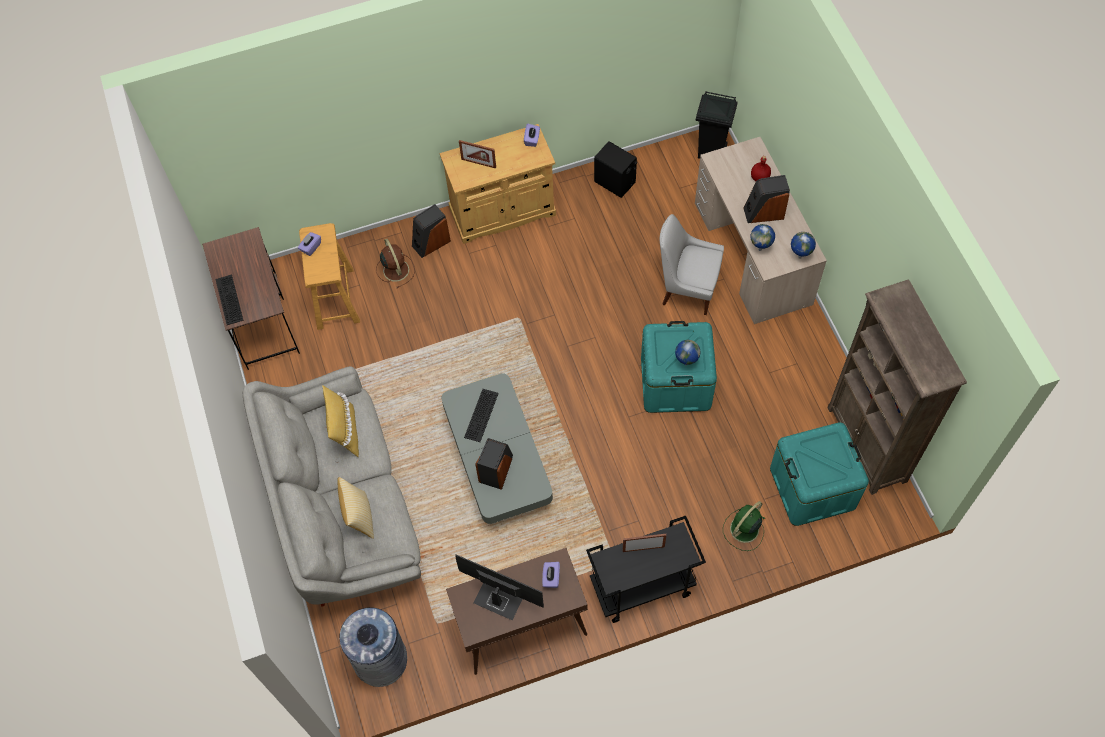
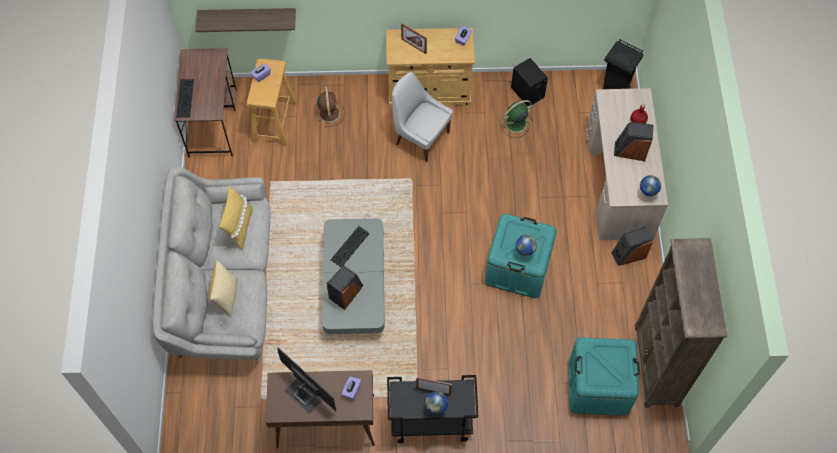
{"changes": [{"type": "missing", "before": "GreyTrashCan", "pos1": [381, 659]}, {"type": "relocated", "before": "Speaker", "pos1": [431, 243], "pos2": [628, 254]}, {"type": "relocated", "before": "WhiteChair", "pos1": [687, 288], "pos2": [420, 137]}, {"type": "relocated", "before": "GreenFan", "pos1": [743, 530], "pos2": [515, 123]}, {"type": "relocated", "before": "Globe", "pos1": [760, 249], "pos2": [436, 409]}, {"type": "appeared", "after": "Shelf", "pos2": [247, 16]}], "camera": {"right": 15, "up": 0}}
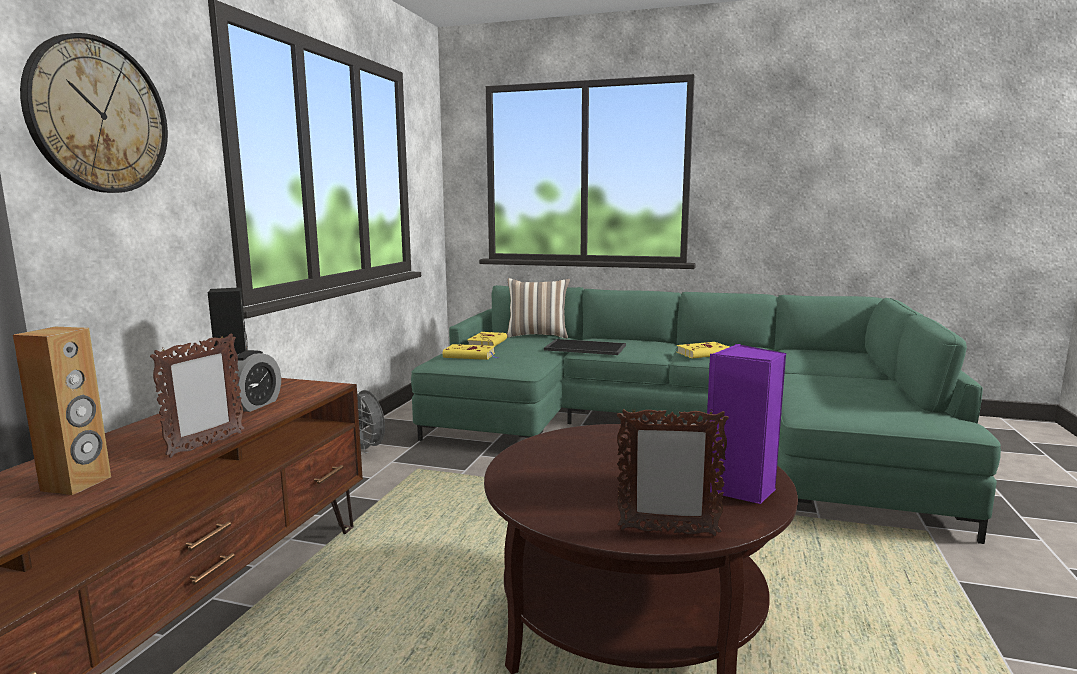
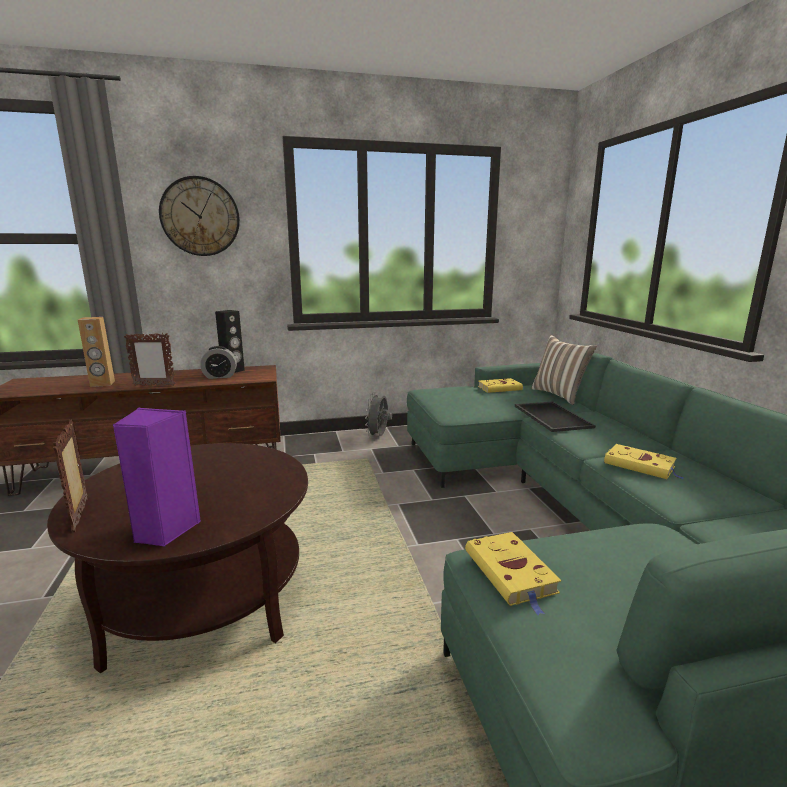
{"changes": [{"type": "relocated", "before": "YellowBook", "pos1": [471, 356], "pos2": [512, 574]}], "camera": {"right": 60, "up": 5}}
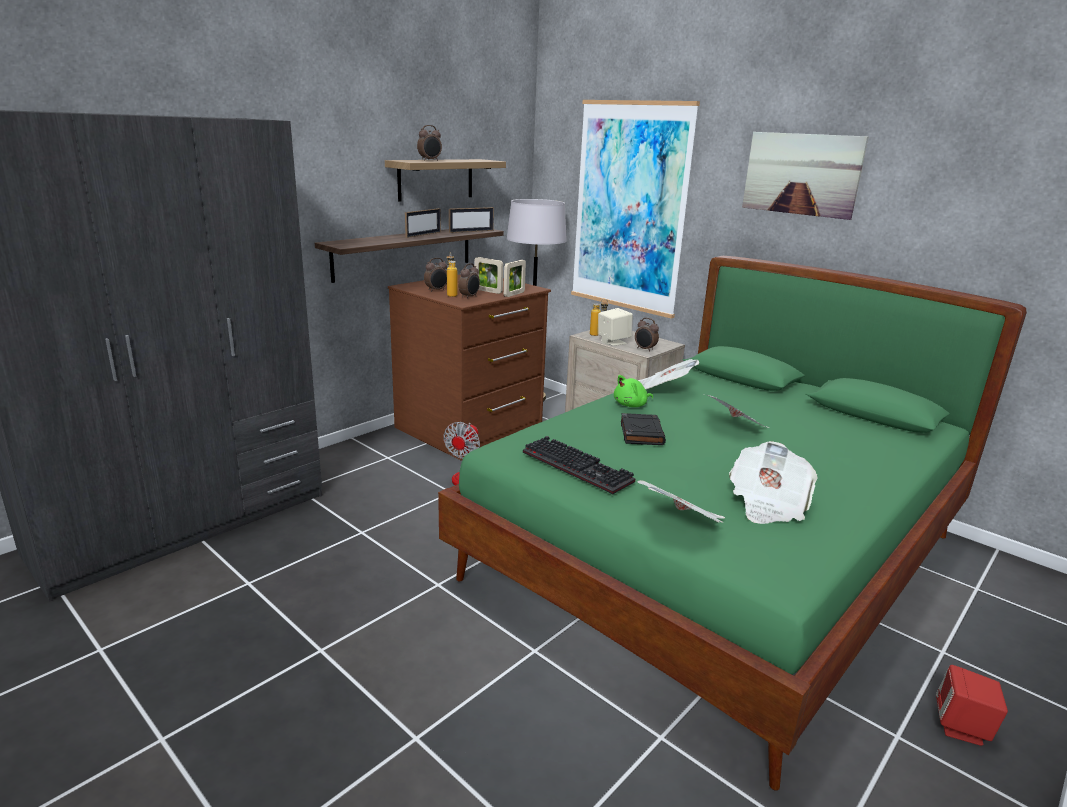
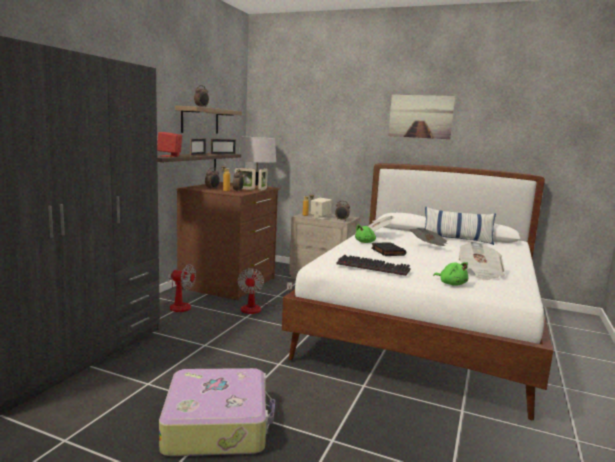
{"changes": [{"type": "colour", "before": "GreenBed", "after": "WhiteBed", "pos1": [719, 560], "pos2": [425, 328]}, {"type": "missing", "before": "Picture", "pos1": [629, 208]}, {"type": "exchanged", "before": "Newspaper", "after": "GreenPlushToy", "pos1": [682, 524], "pos2": [451, 284]}, {"type": "relocated", "before": "RedSpeaker", "pos1": [961, 727], "pos2": [170, 156]}, {"type": "appeared", "after": "Suitcase", "pos2": [218, 424]}, {"type": "appeared", "after": "Fan", "pos2": [178, 305]}, {"type": "appeared", "after": "Pillow", "pos2": [456, 239]}], "camera": {"right": -20, "up": -10}}
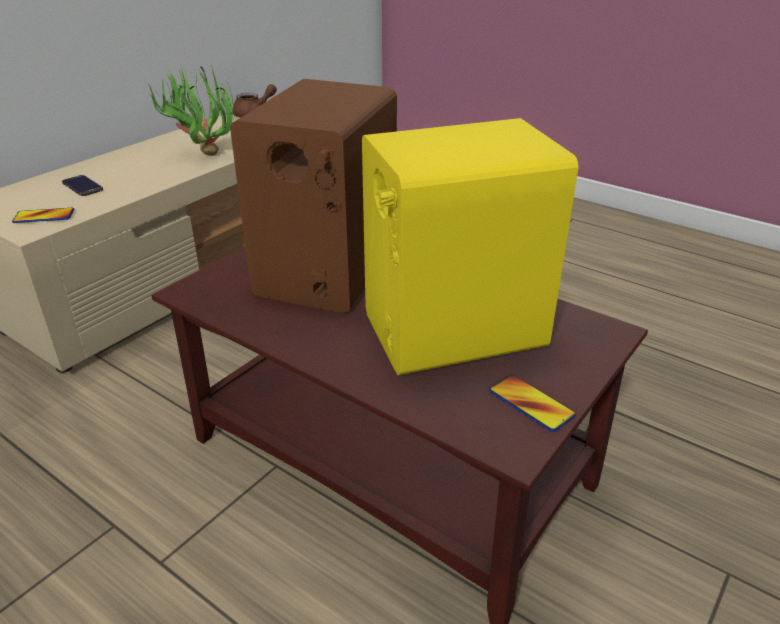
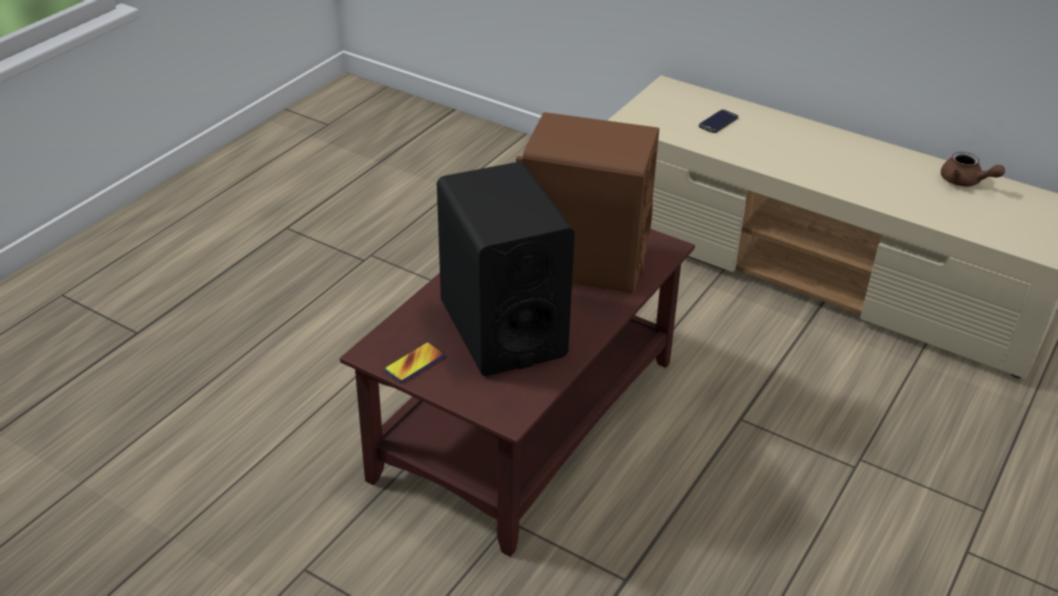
{"changes": [{"type": "missing", "before": "Phone", "pos1": [44, 216]}, {"type": "missing", "before": "PottedPlant", "pos1": [202, 153]}, {"type": "colour", "before": "YellowSpeaker", "after": "BlackSpeaker", "pos1": [452, 331], "pos2": [502, 328]}], "camera": {"right": 85, "up": 5}}
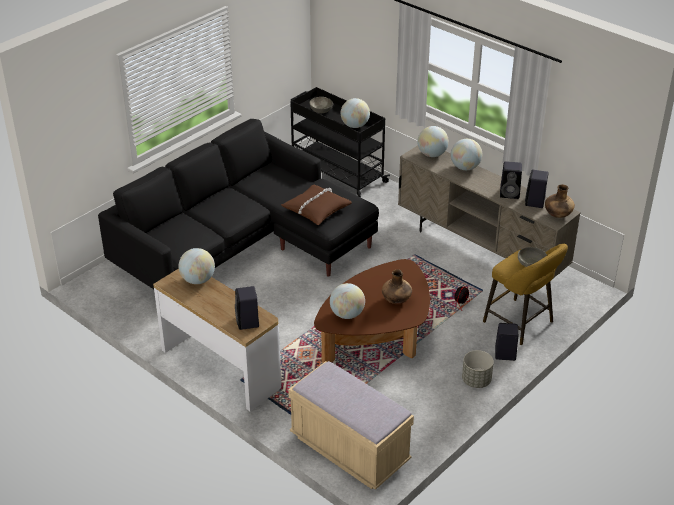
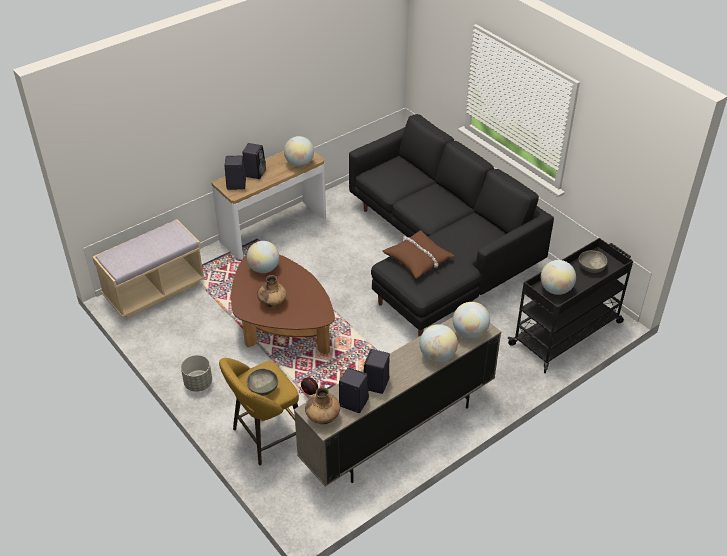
{"changes": [{"type": "relocated", "before": "BlackSpeaker", "pos1": [504, 354], "pos2": [255, 172]}], "camera": {"right": 100, "up": 5}}
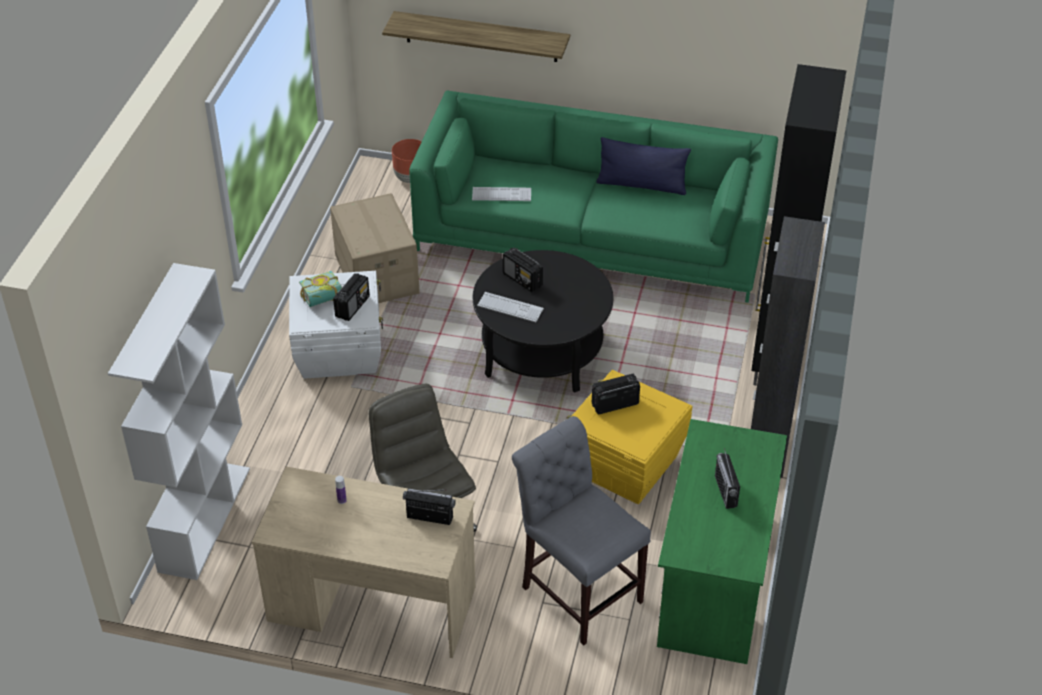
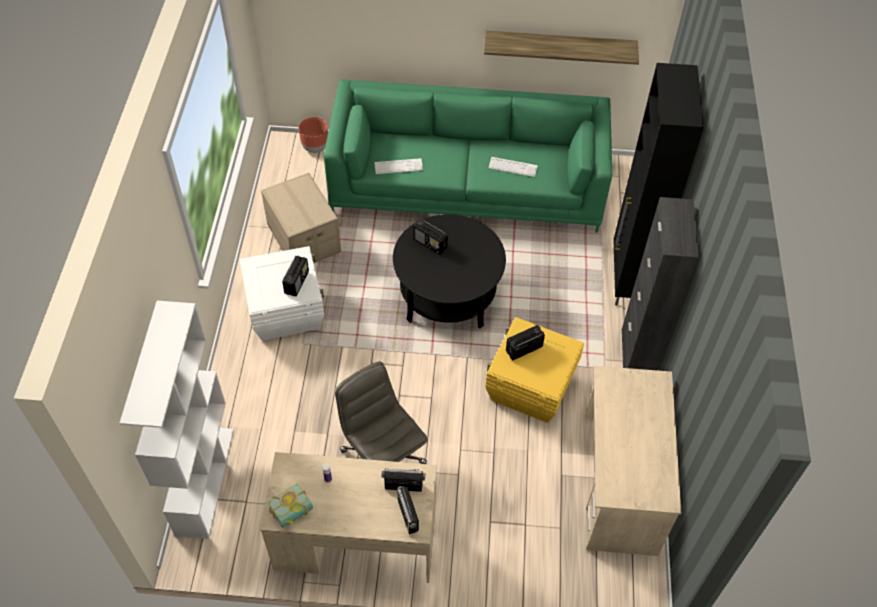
{"changes": [{"type": "relocated", "before": "Book", "pos1": [323, 299], "pos2": [293, 513]}, {"type": "relocated", "before": "Shelf", "pos1": [481, 36], "pos2": [560, 46]}, {"type": "relocated", "before": "Keyboard", "pos1": [510, 307], "pos2": [513, 167]}, {"type": "missing", "before": "GreyChair", "pos1": [578, 589]}, {"type": "missing", "before": "BluePillow", "pos1": [641, 185]}, {"type": "colour", "before": "GreenDesk", "after": "BeigeDesk", "pos1": [715, 580], "pos2": [619, 483]}, {"type": "relocated", "before": "Radio", "pos1": [725, 491], "pos2": [408, 516]}], "camera": {"right": -10, "up": 10}}
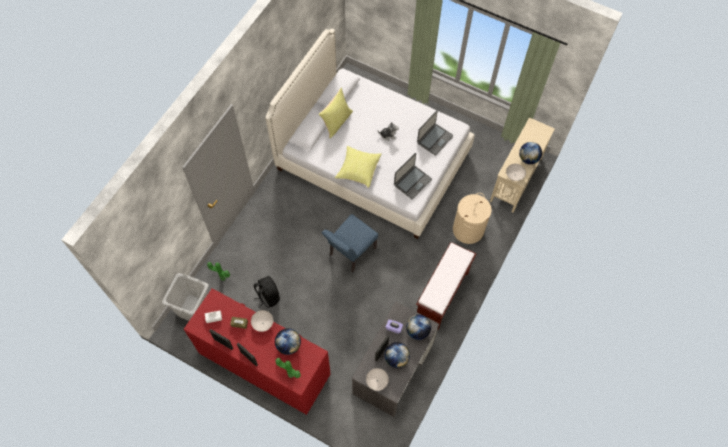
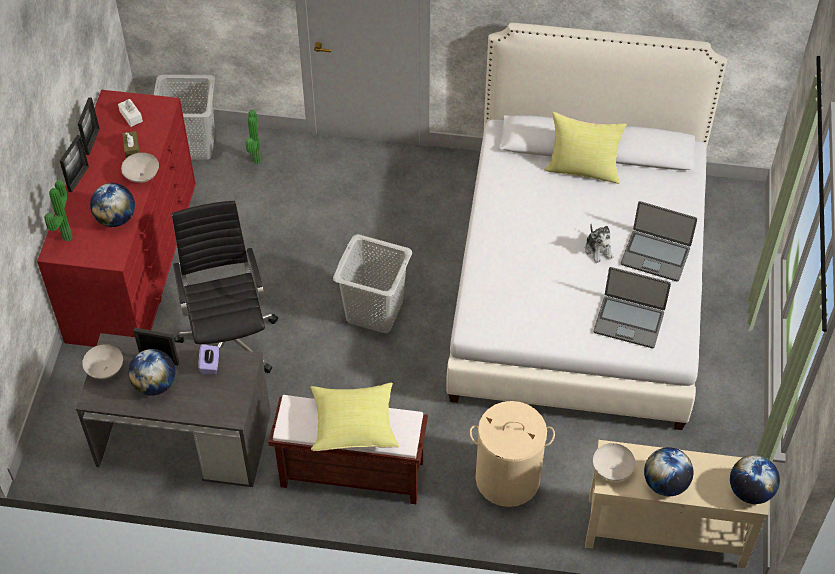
{"changes": [{"type": "missing", "before": "BlackBackpack", "pos1": [268, 297]}, {"type": "exchanged", "before": "BlueChair", "after": "GreyLaundryBasket", "pos1": [350, 253], "pos2": [374, 310]}, {"type": "relocated", "before": "YellowPillow", "pos1": [358, 170], "pos2": [354, 425]}, {"type": "relocated", "before": "Laptop", "pos1": [412, 182], "pos2": [655, 256]}, {"type": "relocated", "before": "Globe", "pos1": [417, 331], "pos2": [750, 491]}, {"type": "appeared", "after": "BlackOfficeChair", "pos2": [229, 340]}], "camera": {"right": 70, "up": -10}}
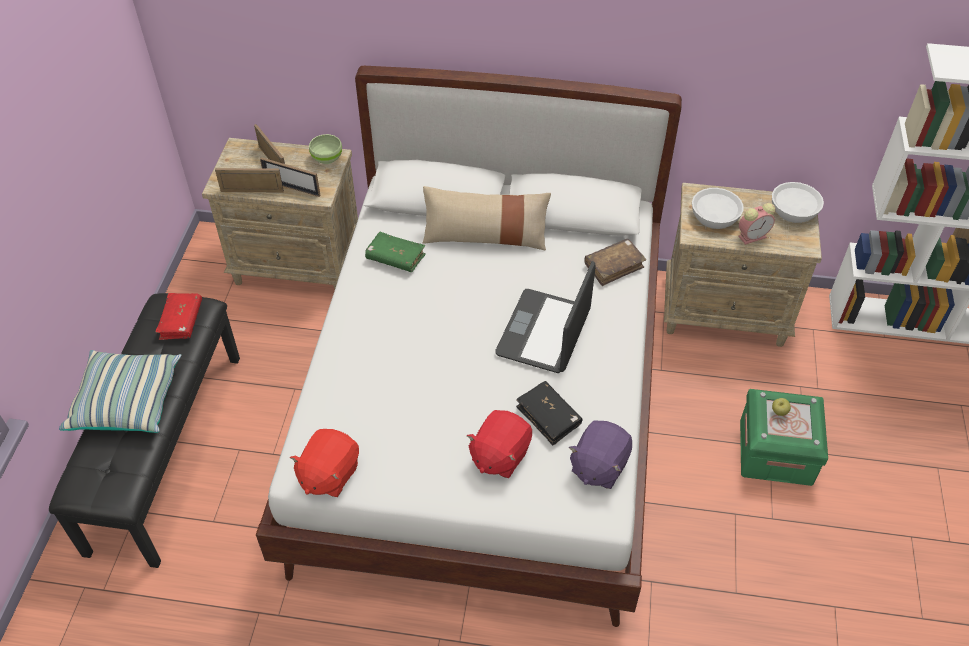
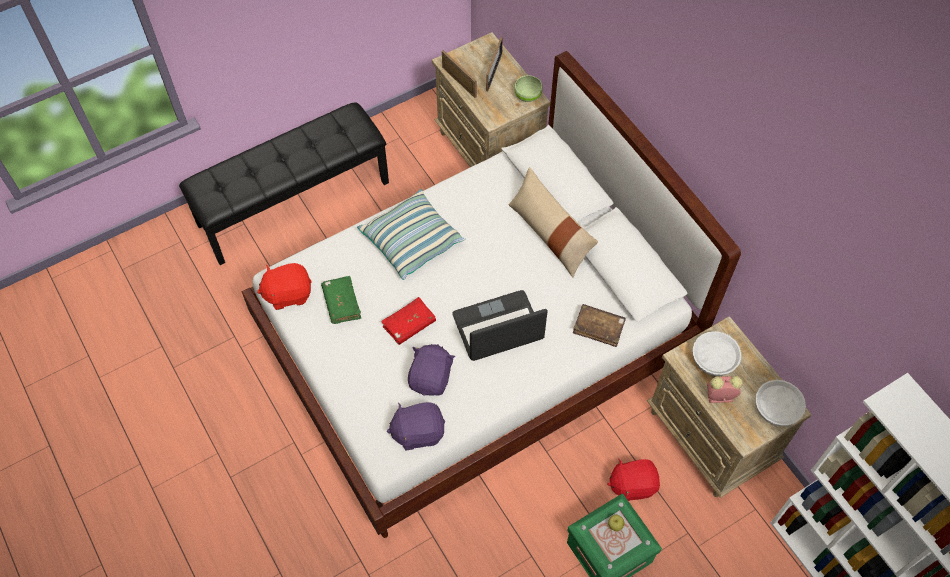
{"changes": [{"type": "relocated", "before": "Pillow", "pos1": [127, 401], "pos2": [412, 241]}, {"type": "relocated", "before": "RedBook", "pos1": [181, 321], "pos2": [409, 324]}, {"type": "missing", "before": "PictureFrame", "pos1": [292, 188]}, {"type": "relocated", "before": "GreenBook", "pos1": [395, 258], "pos2": [341, 303]}, {"type": "relocated", "before": "RedPlushToy", "pos1": [499, 455], "pos2": [632, 485]}, {"type": "exchanged", "before": "BlackBook", "after": "PurplePlushToy", "pos1": [548, 417], "pos2": [431, 378]}, {"type": "spun", "before": "AlarmClock", "pos1": [753, 236], "pos2": [719, 397], "turn": 150}], "camera": {"right": 50, "up": 10}}
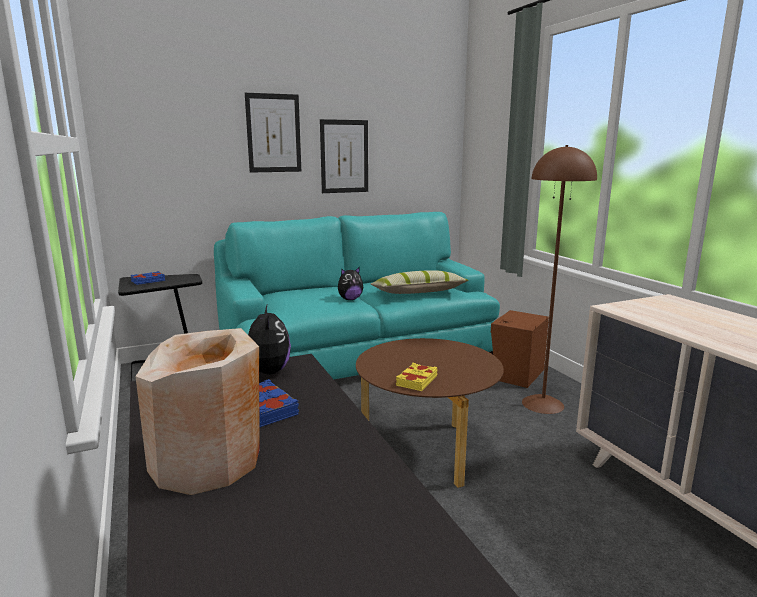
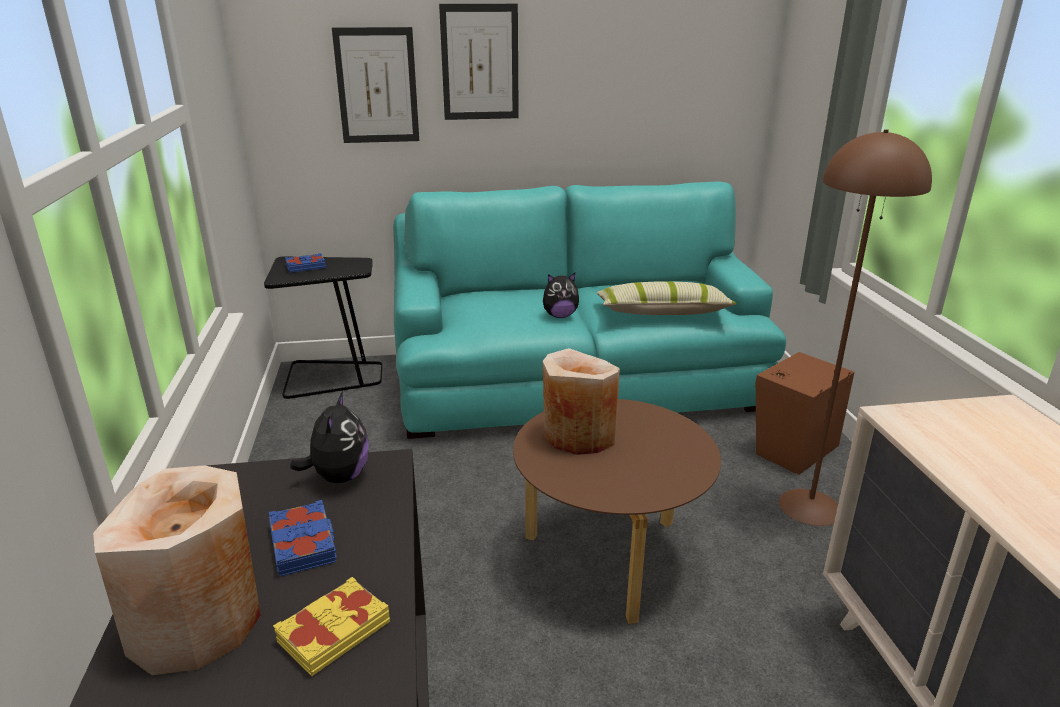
{"changes": [{"type": "relocated", "before": "Picture", "pos1": [344, 156], "pos2": [377, 86]}, {"type": "relocated", "before": "YellowBook", "pos1": [416, 380], "pos2": [333, 631]}, {"type": "appeared", "after": "BeigeVase", "pos2": [579, 435]}], "camera": {"right": 15, "up": 10}}
